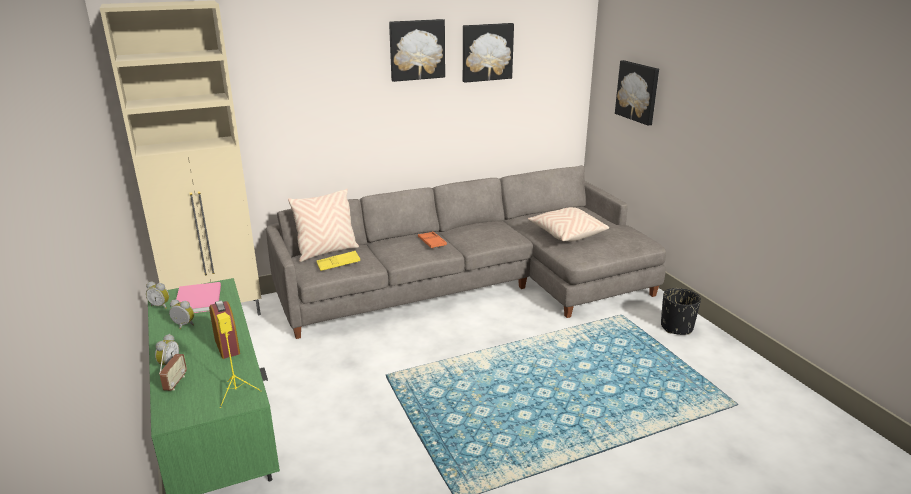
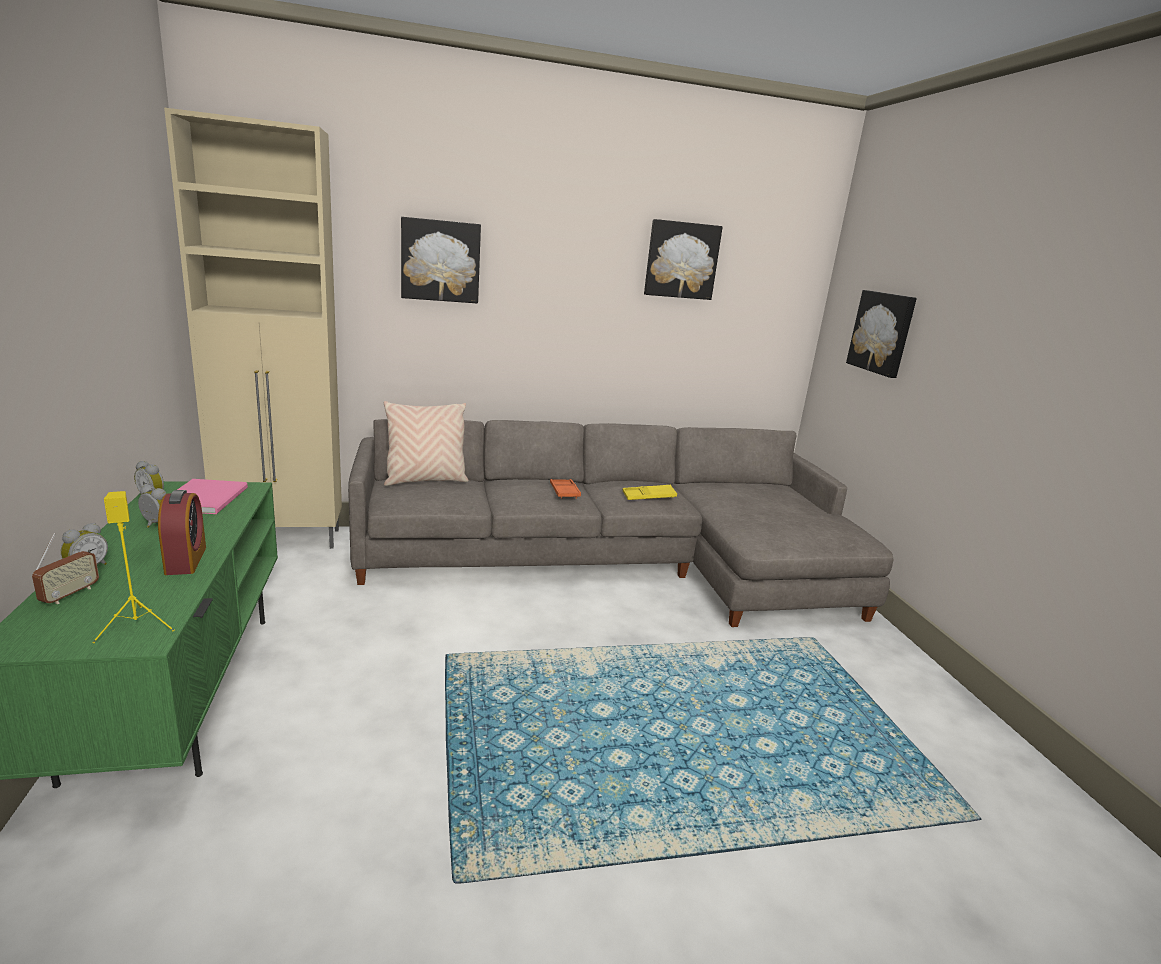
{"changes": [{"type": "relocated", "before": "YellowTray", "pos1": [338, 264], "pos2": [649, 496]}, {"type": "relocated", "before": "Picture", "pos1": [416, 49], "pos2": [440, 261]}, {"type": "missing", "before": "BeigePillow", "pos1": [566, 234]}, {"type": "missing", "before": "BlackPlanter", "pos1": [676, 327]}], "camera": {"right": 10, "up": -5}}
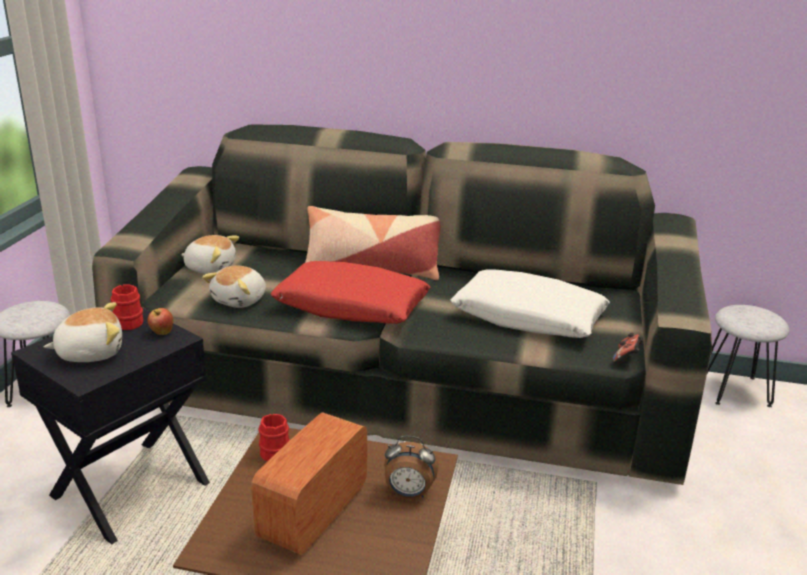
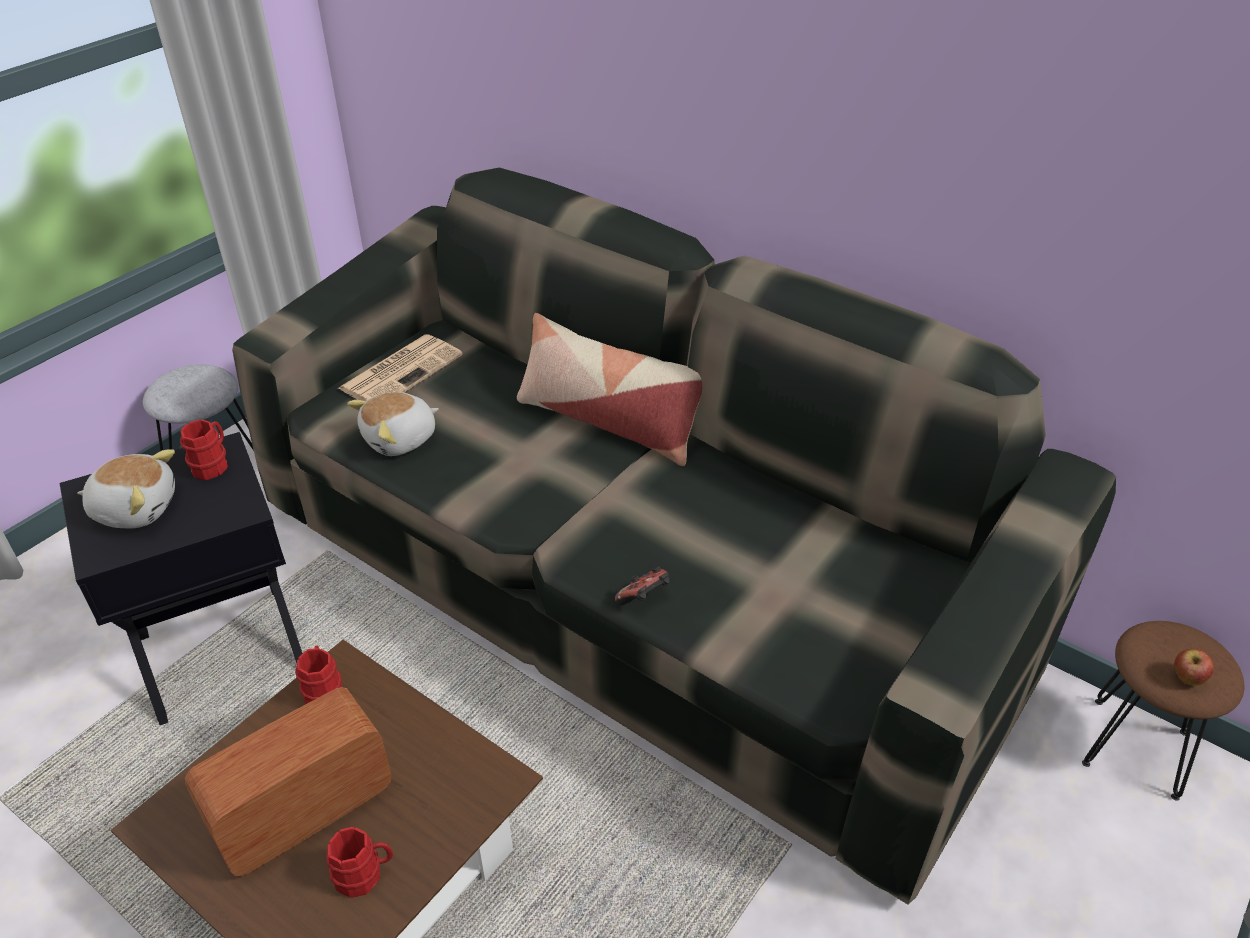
{"changes": [{"type": "relocated", "before": "Apple", "pos1": [162, 333], "pos2": [1186, 679]}, {"type": "exchanged", "before": "PlushToy", "after": "Newspaper", "pos1": [210, 268], "pos2": [402, 371]}, {"type": "missing", "before": "RedPillow", "pos1": [351, 307]}, {"type": "missing", "before": "AlarmClock", "pos1": [408, 494]}, {"type": "missing", "before": "WhitePillow", "pos1": [528, 318]}, {"type": "relocated", "before": "GameController", "pos1": [626, 358], "pos2": [644, 598]}, {"type": "colour", "before": "GreyStool", "after": "BrownStool", "pos1": [736, 390], "pos2": [1136, 748]}, {"type": "appeared", "after": "RedMug", "pos2": [365, 874]}], "camera": {"right": 25, "up": 15}}
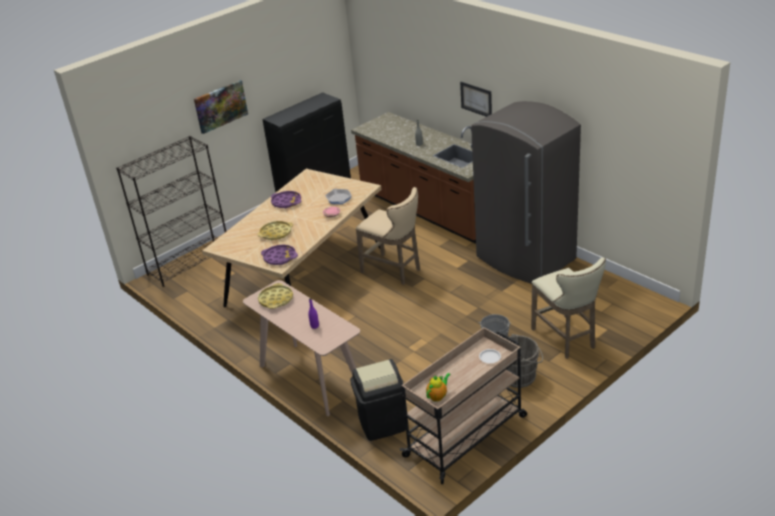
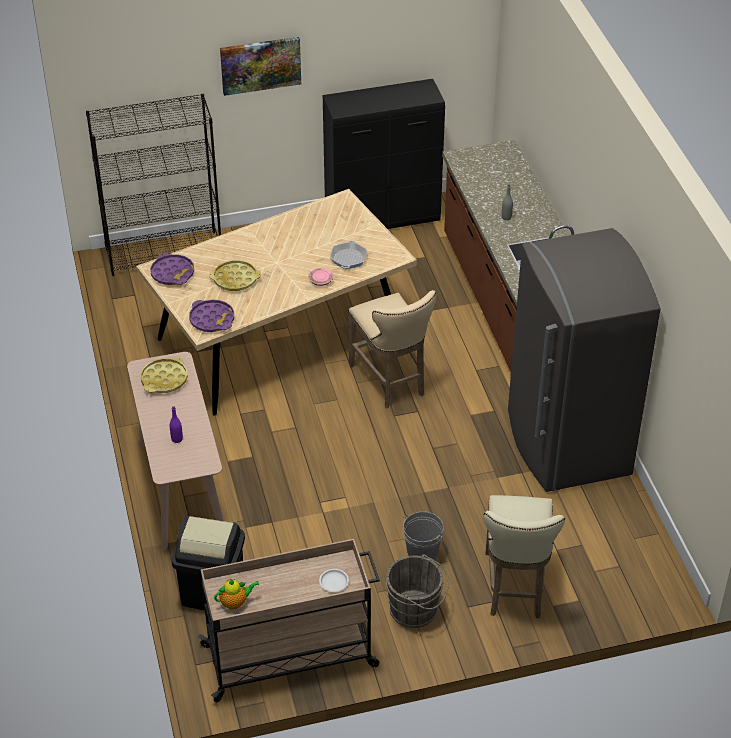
{"changes": [{"type": "relocated", "before": "PurpleTray", "pos1": [286, 202], "pos2": [172, 273]}, {"type": "missing", "before": "Picture", "pos1": [476, 99]}], "camera": {"right": 25, "up": 10}}
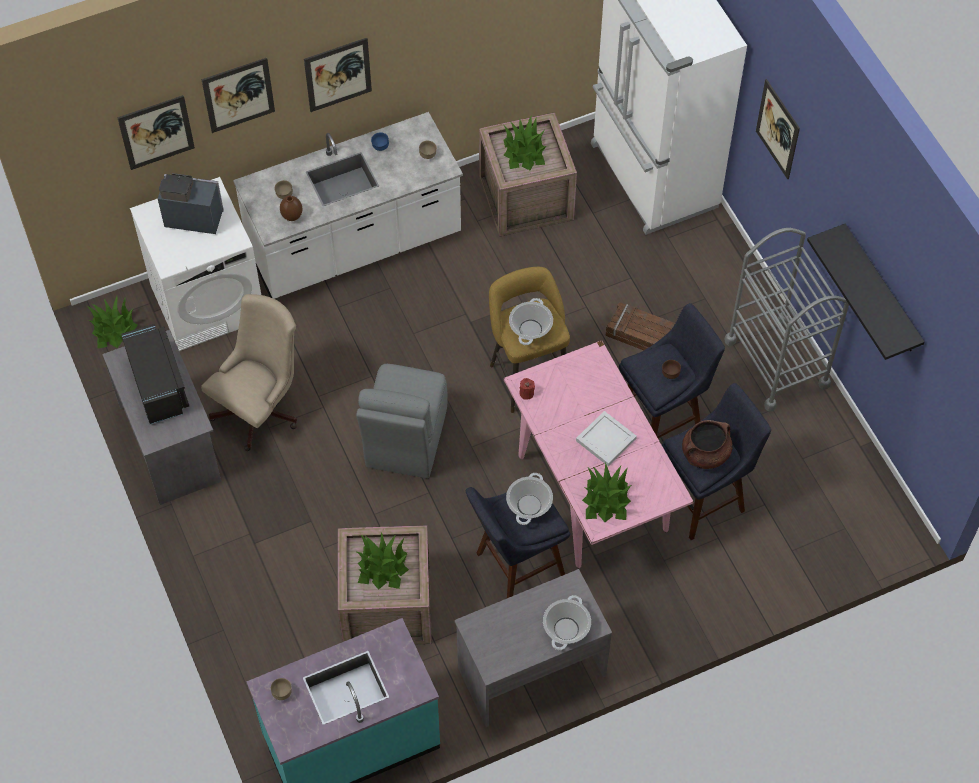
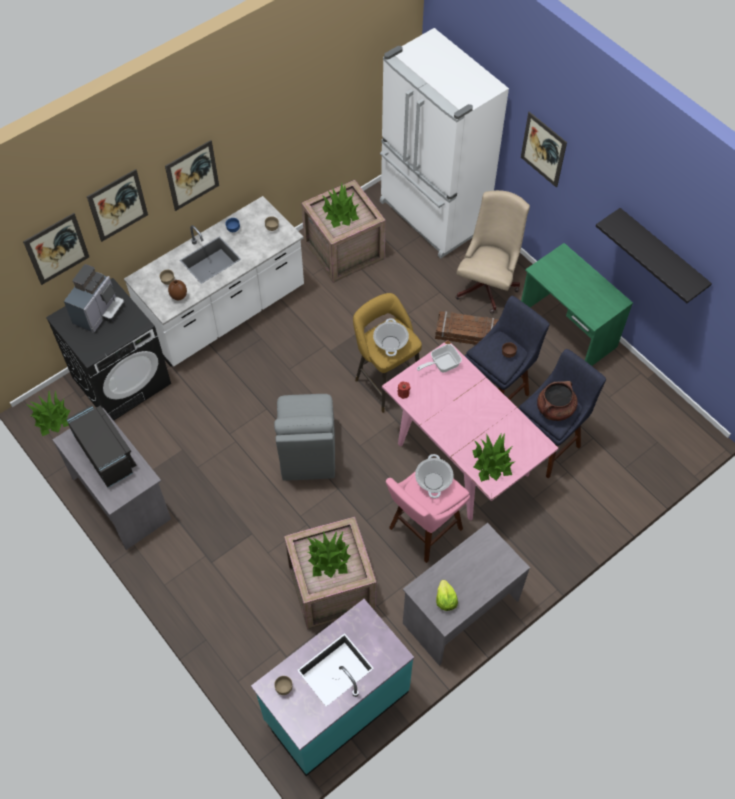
{"changes": [{"type": "colour", "before": "WhiteWashingMachine", "after": "BlackWashingMachine", "pos1": [208, 302], "pos2": [122, 380]}, {"type": "spun", "before": "CoffeeMachine", "pos1": [192, 216], "pos2": [99, 312], "turn": 120}, {"type": "relocated", "before": "BeigeOfficeChair", "pos1": [261, 408], "pos2": [488, 283]}, {"type": "colour", "before": "BlueStool", "after": "PinkStool", "pos1": [515, 567], "pos2": [422, 531]}, {"type": "missing", "before": "CookingPot", "pos1": [566, 629]}, {"type": "missing", "before": "WhiteTray", "pos1": [606, 439]}, {"type": "exchanged", "before": "GreyCart", "after": "GreenDesk", "pos1": [777, 363], "pos2": [566, 331]}, {"type": "appeared", "after": "FryingPan", "pos2": [441, 364]}, {"type": "appeared", "after": "Lettuce", "pos2": [445, 600]}], "camera": {"right": -15, "up": 0}}
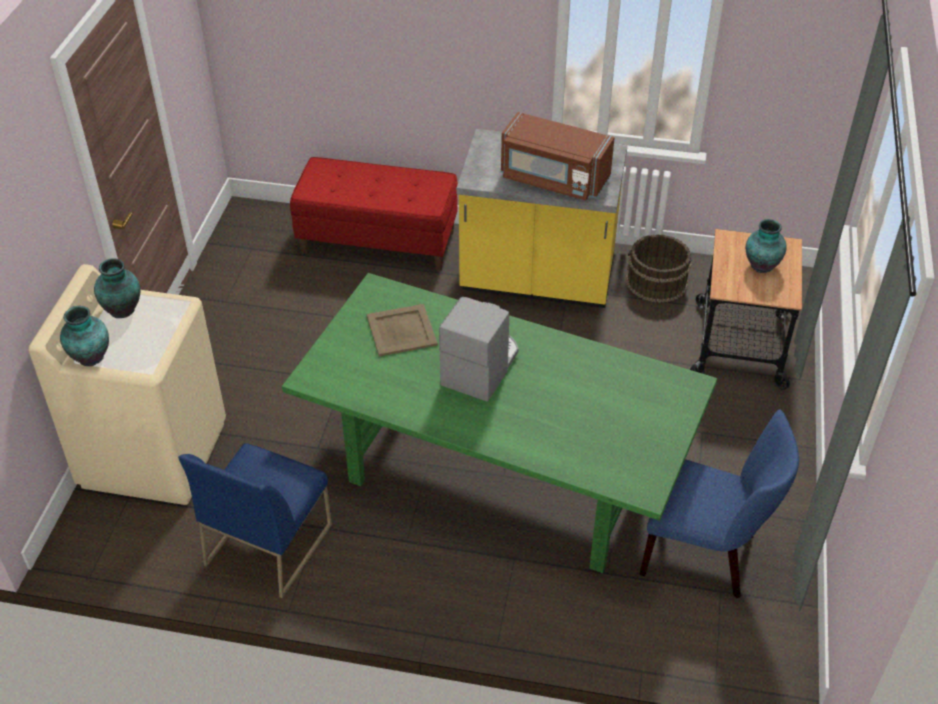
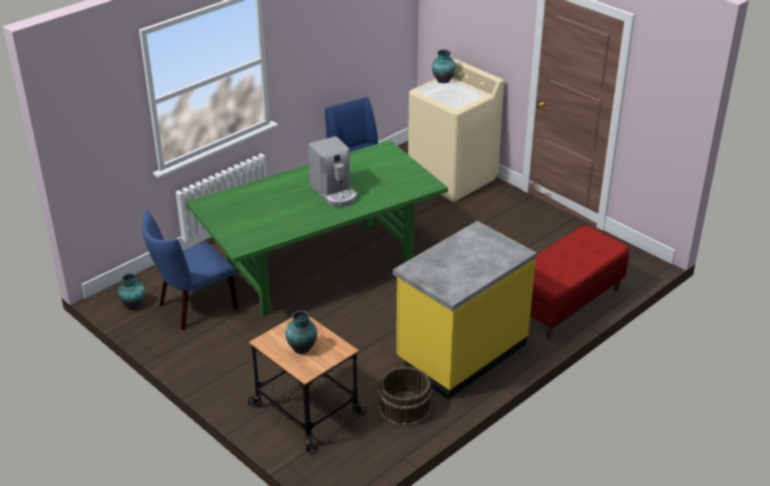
{"changes": [{"type": "relocated", "before": "Vase", "pos1": [124, 310], "pos2": [133, 305]}, {"type": "missing", "before": "BeigeTray", "pos1": [402, 331]}, {"type": "missing", "before": "BrownMicrowave", "pos1": [553, 179]}], "camera": {"right": 125, "up": -10}}
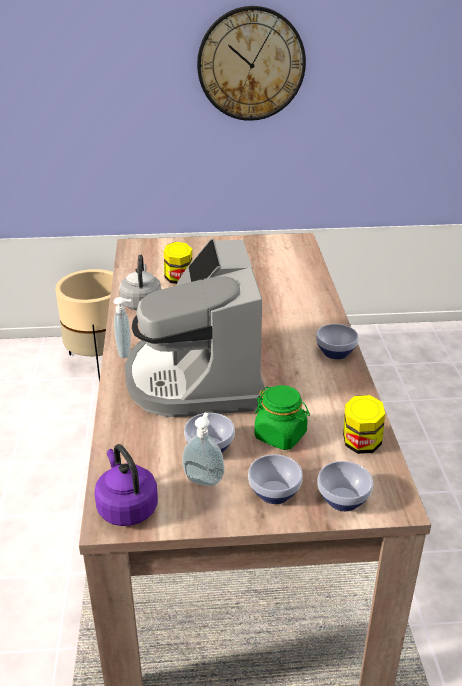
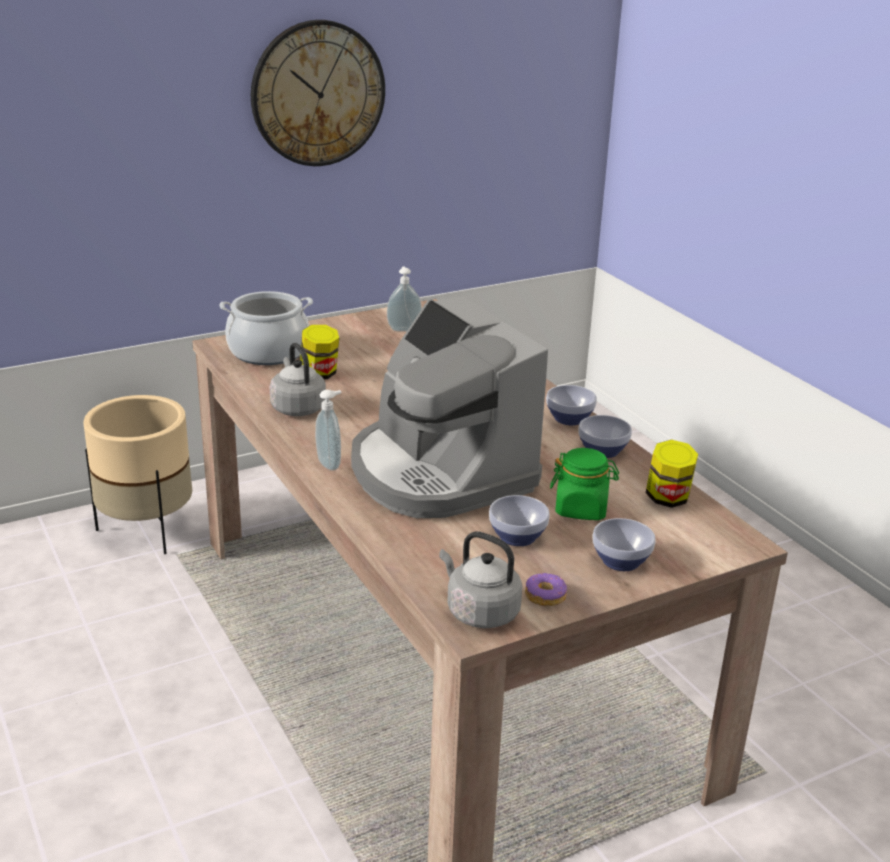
{"changes": [{"type": "colour", "before": "PurpleKettle", "after": "GreyKettle", "pos1": [126, 507], "pos2": [479, 612]}, {"type": "relocated", "before": "SoapDispenser", "pos1": [204, 479], "pos2": [403, 329]}, {"type": "relocated", "before": "Bowl", "pos1": [344, 500], "pos2": [604, 451]}, {"type": "appeared", "after": "CookingPot", "pos2": [268, 352]}, {"type": "appeared", "after": "Donut", "pos2": [545, 596]}], "camera": {"right": -25, "up": -5}}
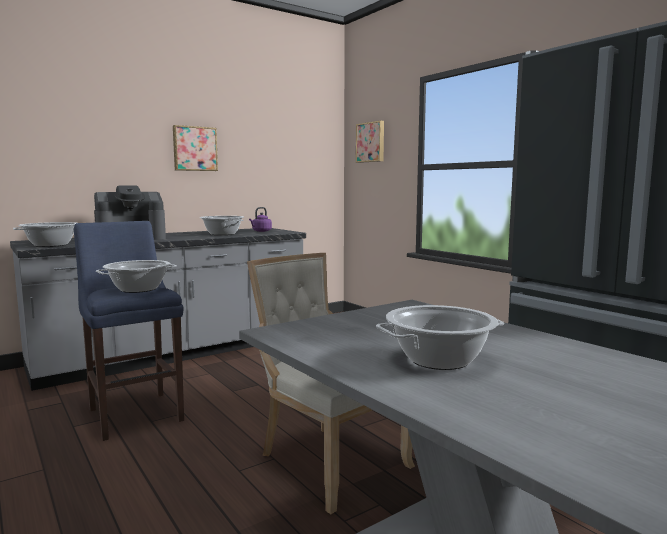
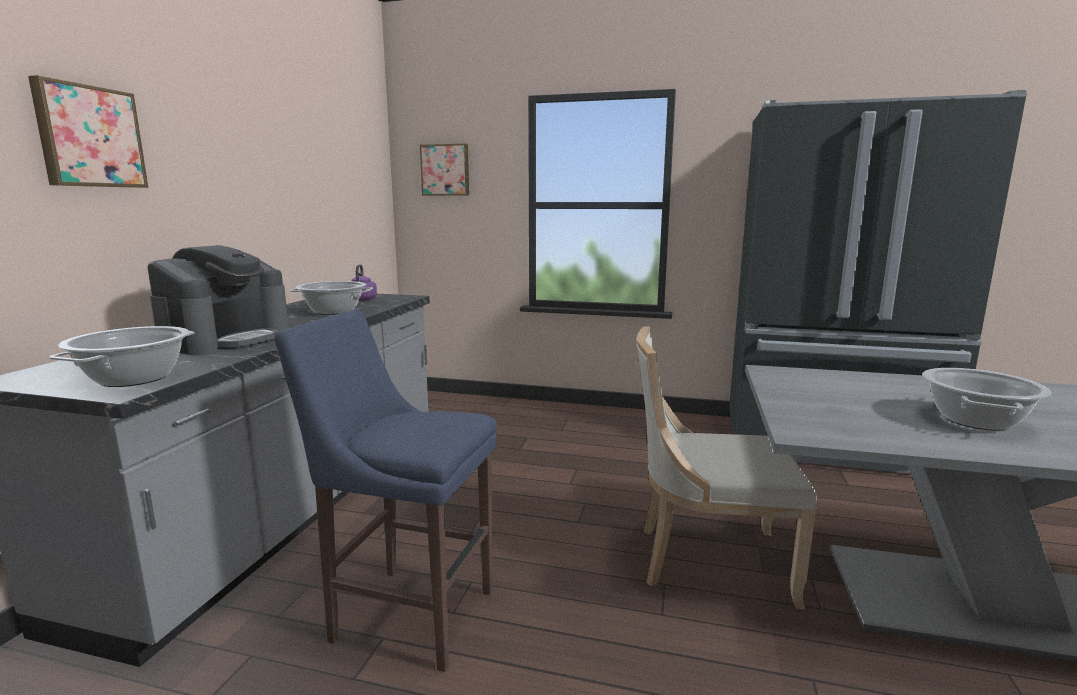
{"changes": [{"type": "missing", "before": "CookingPot", "pos1": [138, 289]}, {"type": "relocated", "before": "Picture", "pos1": [194, 149], "pos2": [89, 137]}], "camera": {"right": -40, "up": 5}}
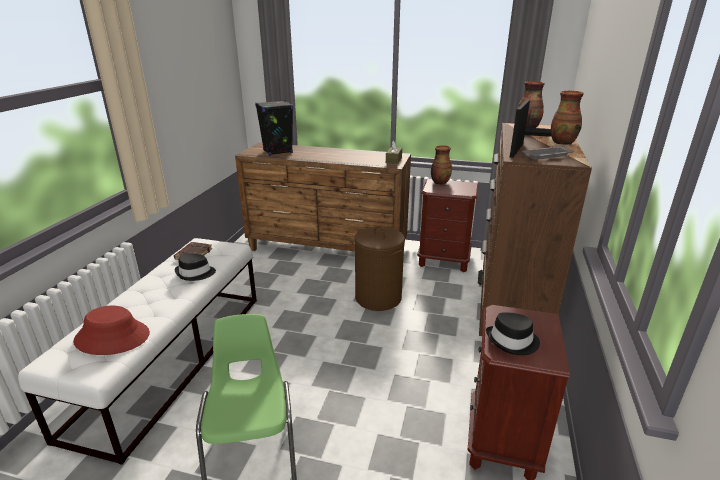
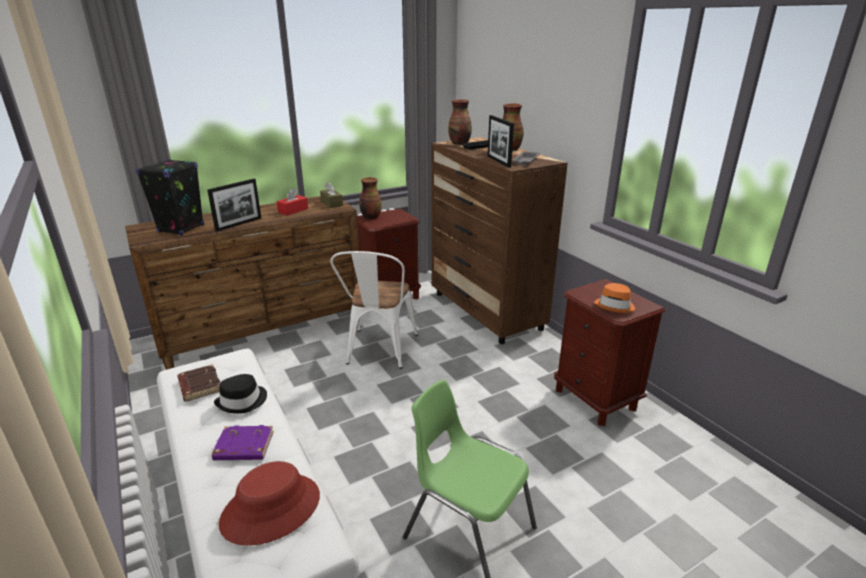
{"changes": [{"type": "exchanged", "before": "BrownLaundryBasket", "after": "WhiteChair", "pos1": [377, 297], "pos2": [379, 352]}, {"type": "colour", "before": "BlackHat", "after": "OrangeHat", "pos1": [512, 341], "pos2": [615, 306]}, {"type": "appeared", "after": "PictureFrame", "pos2": [239, 224]}, {"type": "appeared", "after": "PurpleBook", "pos2": [243, 447]}, {"type": "appeared", "after": "RedTissueBox", "pos2": [293, 210]}], "camera": {"right": -45, "up": 0}}
